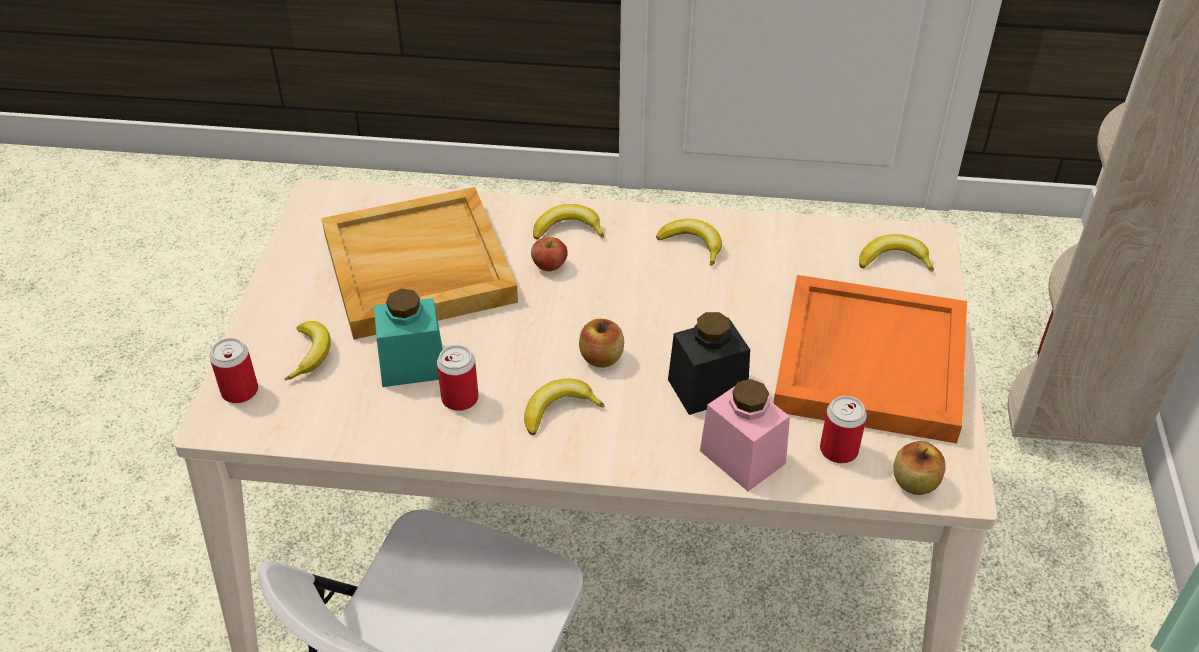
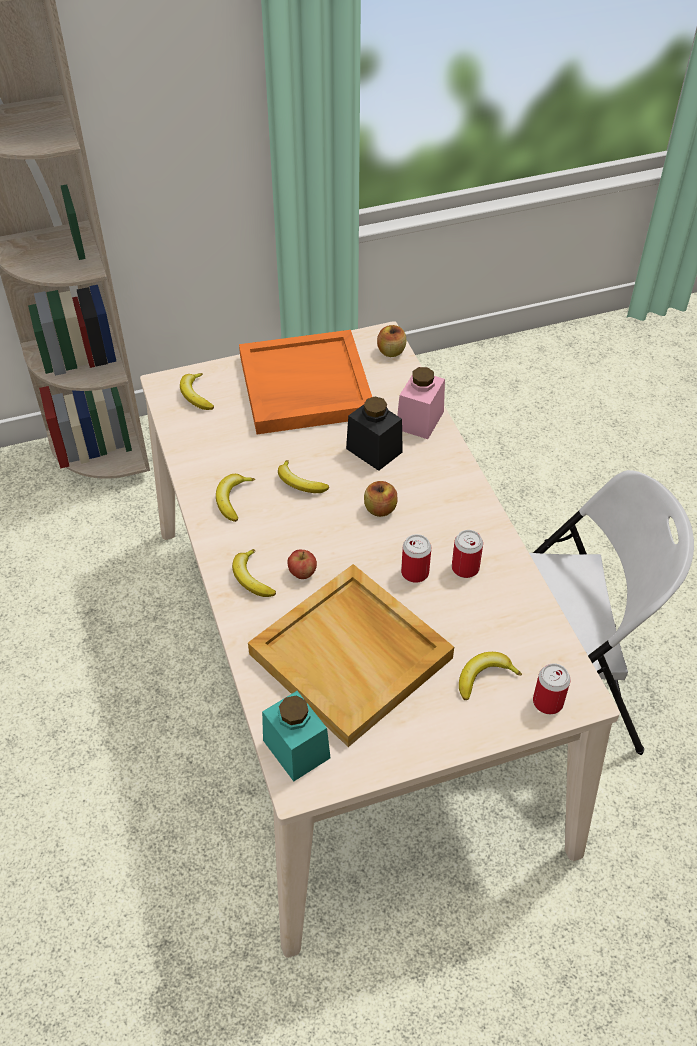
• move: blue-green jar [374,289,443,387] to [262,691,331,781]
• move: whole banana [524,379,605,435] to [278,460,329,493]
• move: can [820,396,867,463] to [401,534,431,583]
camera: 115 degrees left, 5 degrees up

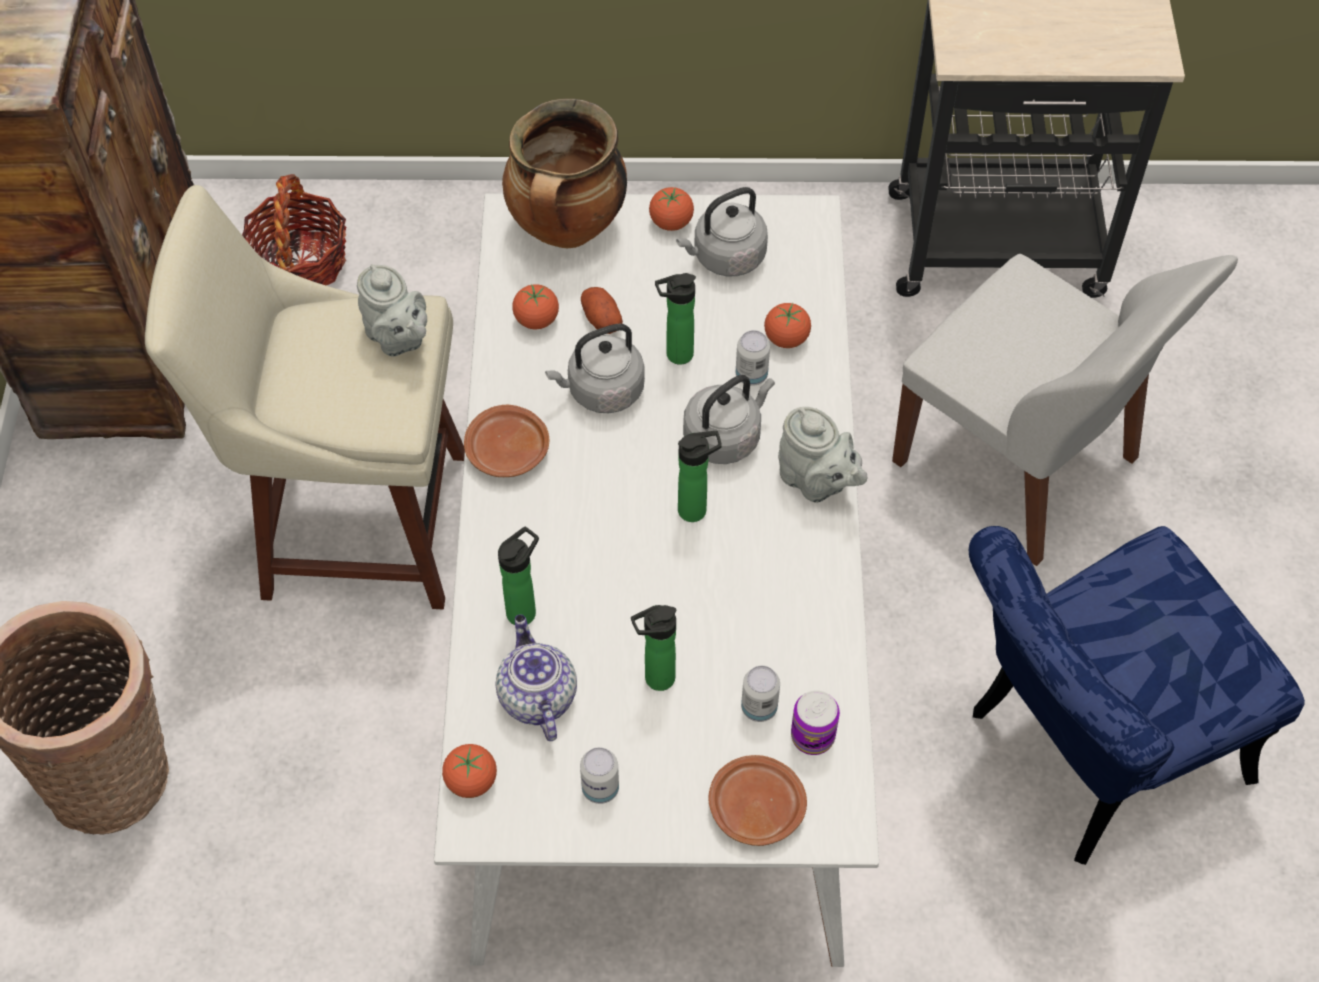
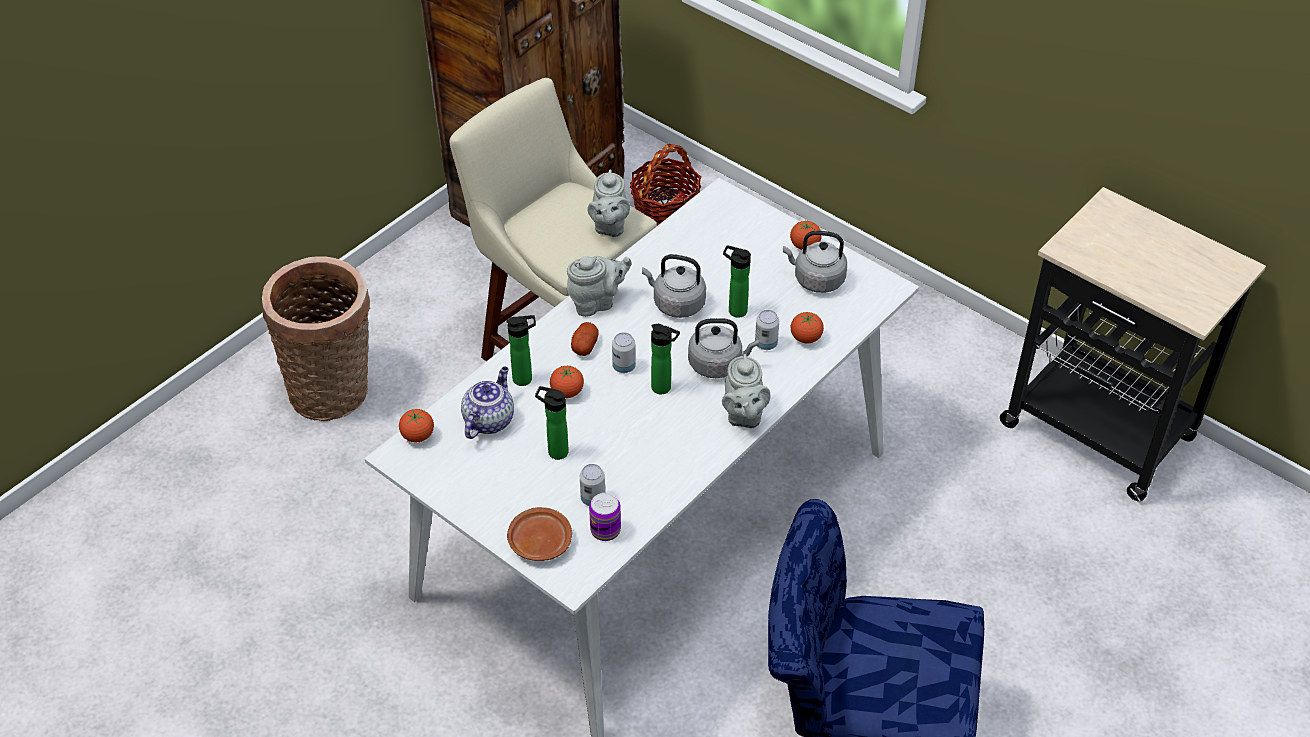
• replace: brown dinner plate [464,405,549,477] to gray teapot [567,256,631,317]
• delete: stockpot [502,99,627,248]
• move: whole tomato [512,284,559,329] to [550,366,584,398]
• move: can [580,747,619,804] to [612,332,636,373]
• move: whole potato [581,287,623,334] to [571,322,599,356]
• delete: whitish upright chair [892,254,1238,566]
camera: 40 degrees right, 10 degrees down

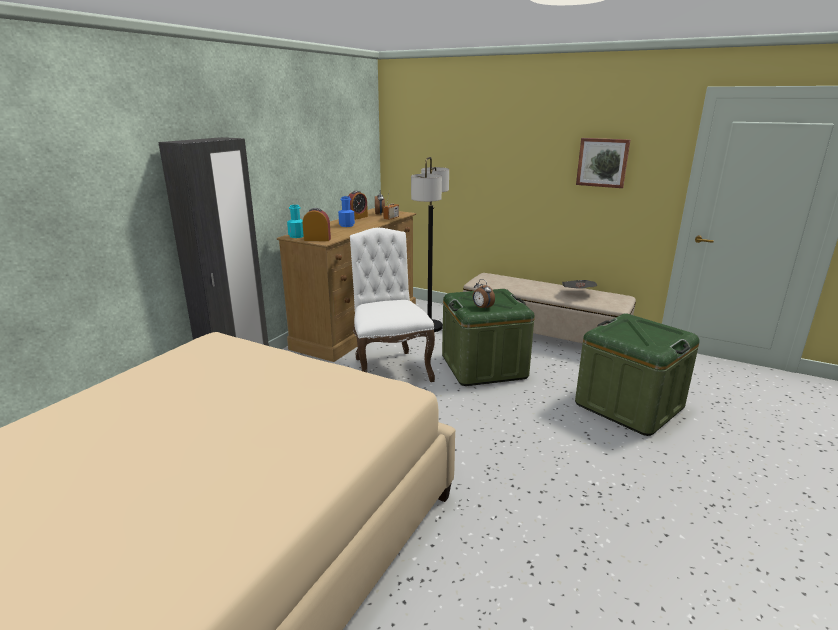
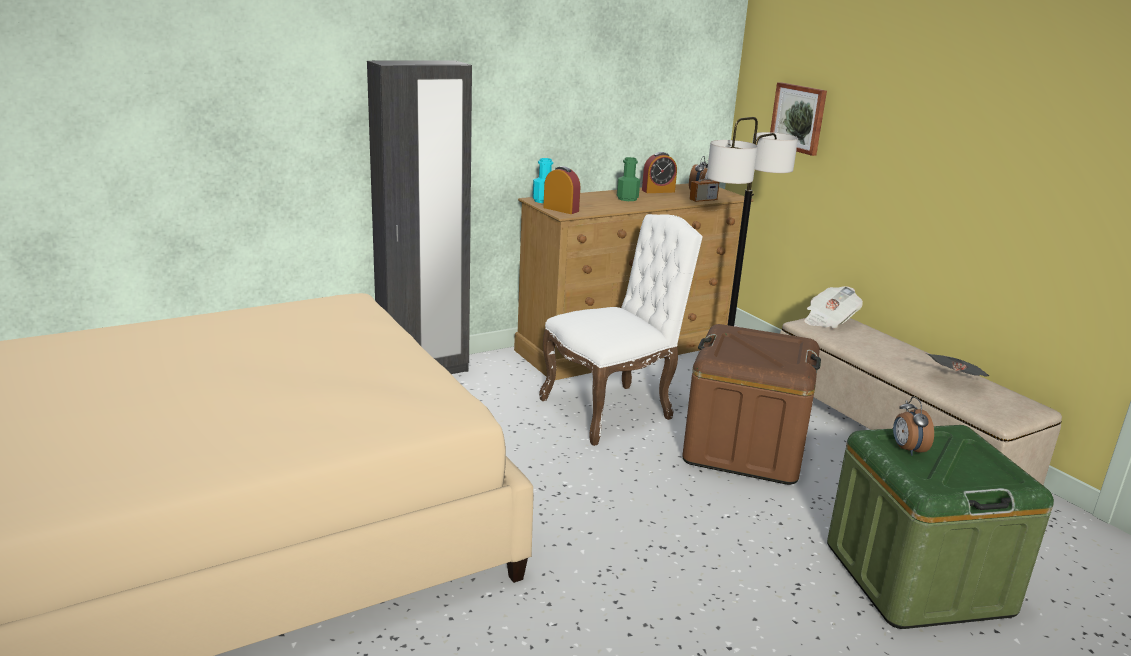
• recolor: blue-coloured beverage bottle [338,196,355,227] to greenish beverage bottle [617,157,640,201]
• rotate: whitish upright chair [350,227,435,382] = [539,214,703,446] 45 degrees clockwise
• recolor: greenish storage box [442,289,535,386] to brown storage box [682,324,821,485]
• move: alarm clock [473,279,495,309] to [893,396,934,456]
• move: wall art [576,138,631,188] to [770,82,827,156]
• insert: printed paper [804,286,863,328]
camera: 30 degrees right, 0 degrees up

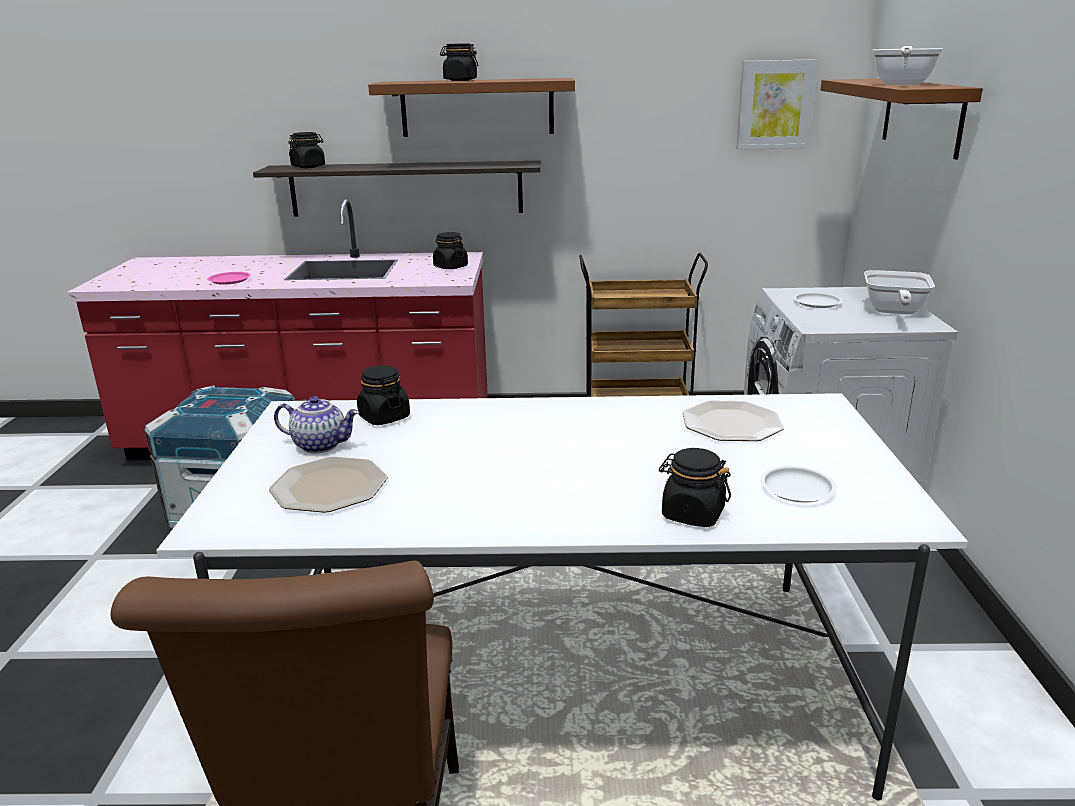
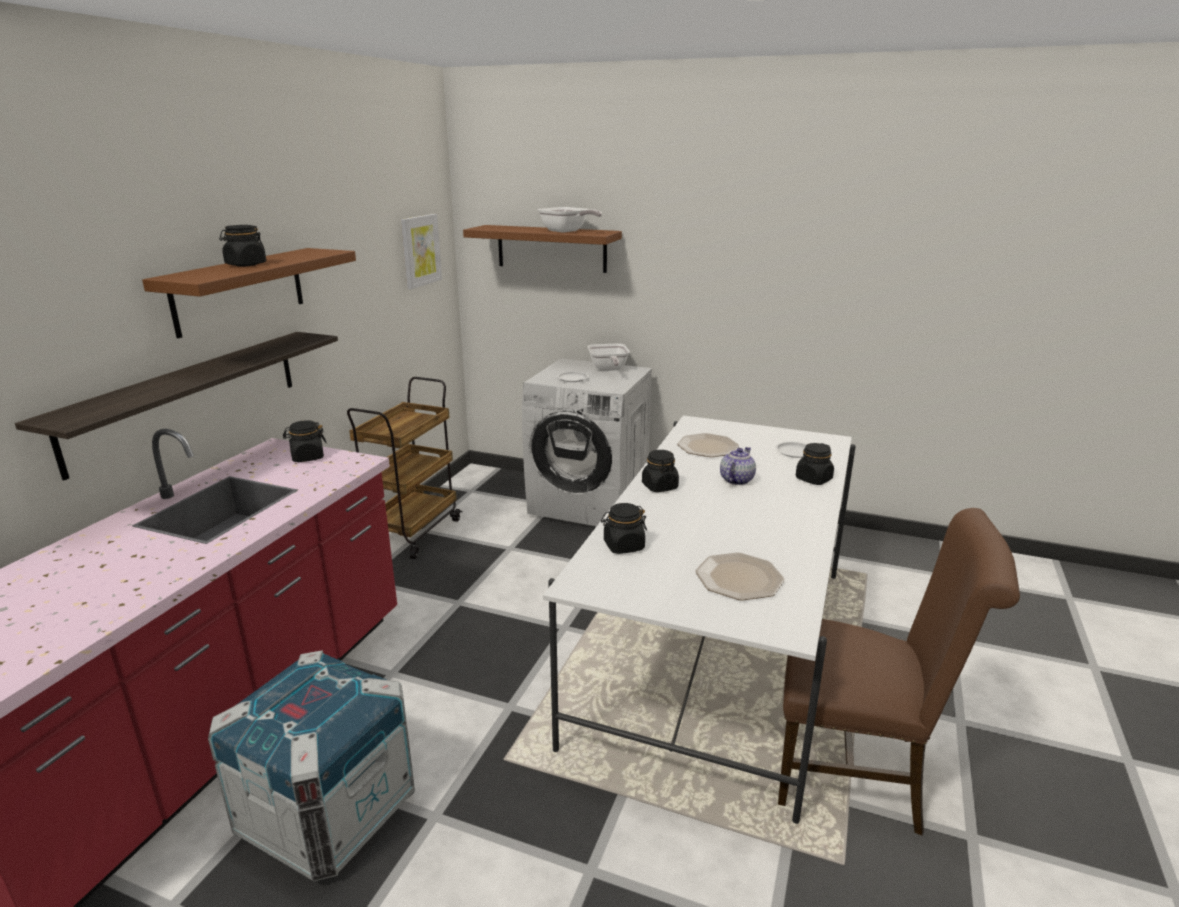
• delete: pink-coloured dinner plate [207,272,251,285]
• move: teapot [274,396,359,453] to [720,447,756,485]
• move: black-coloured jar [288,132,325,168] to [642,450,679,492]
• rotate: pan [864,270,935,314] = [587,344,630,371] 45 degrees clockwise
camera: 70 degrees left, 0 degrees up

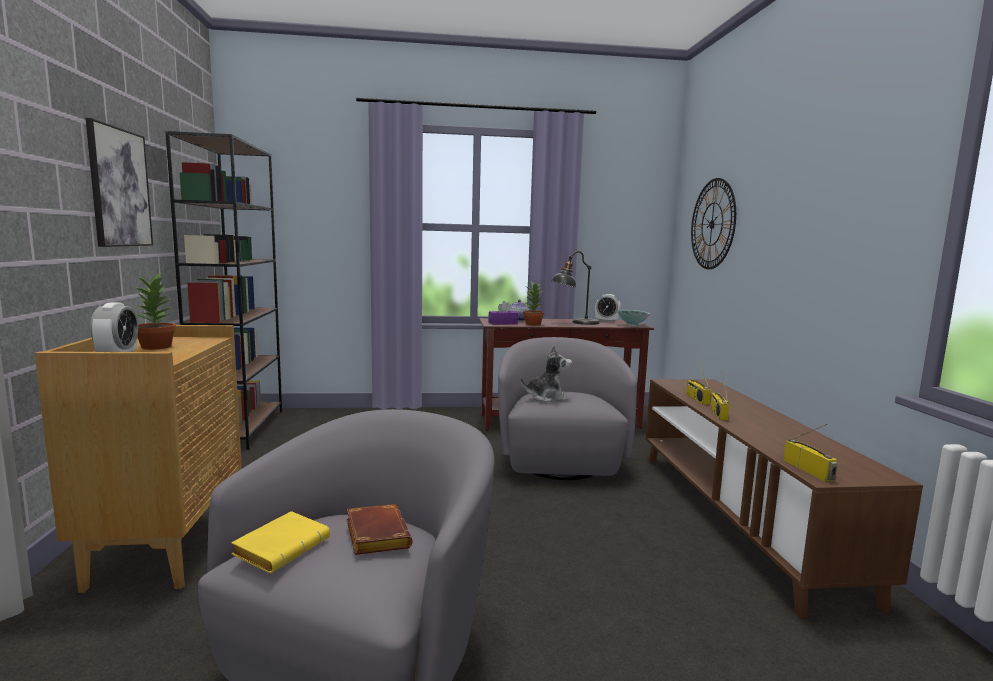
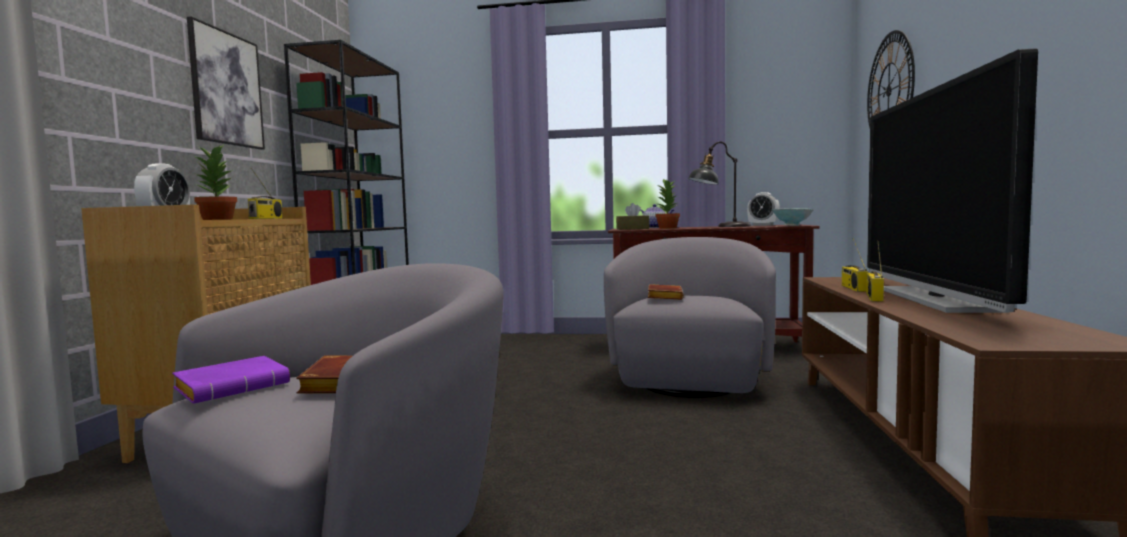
• recolor: yellowish volume [231,511,330,573] to purple-coloured volume [172,356,290,404]
• recolor: purple-coloured box of tissues [488,301,518,325] to brown box of tissues [616,203,649,230]
• replace: cuddly toy [520,346,572,402] to brown volume [648,284,684,300]
• move: radio receiver [783,424,838,482] to [248,168,283,219]
• insert: television [867,48,1038,313]
camera: 15 degrees right, 5 degrees down

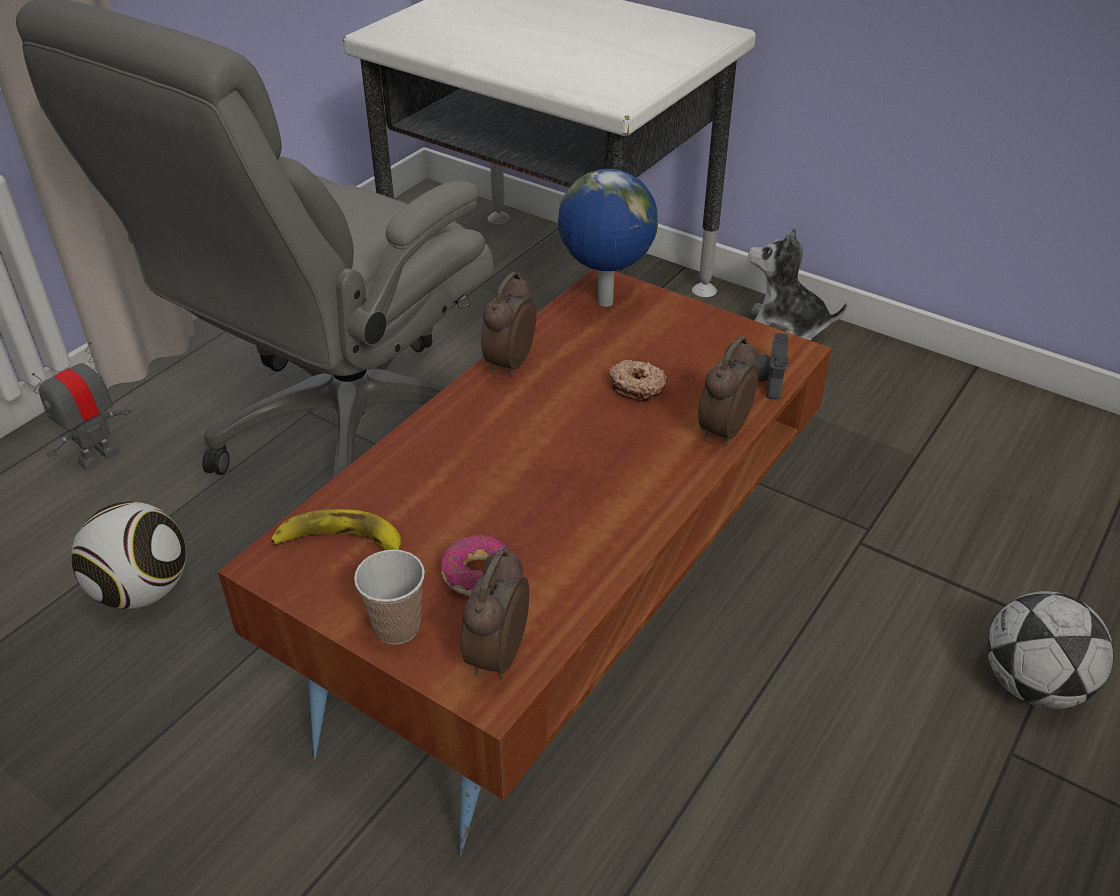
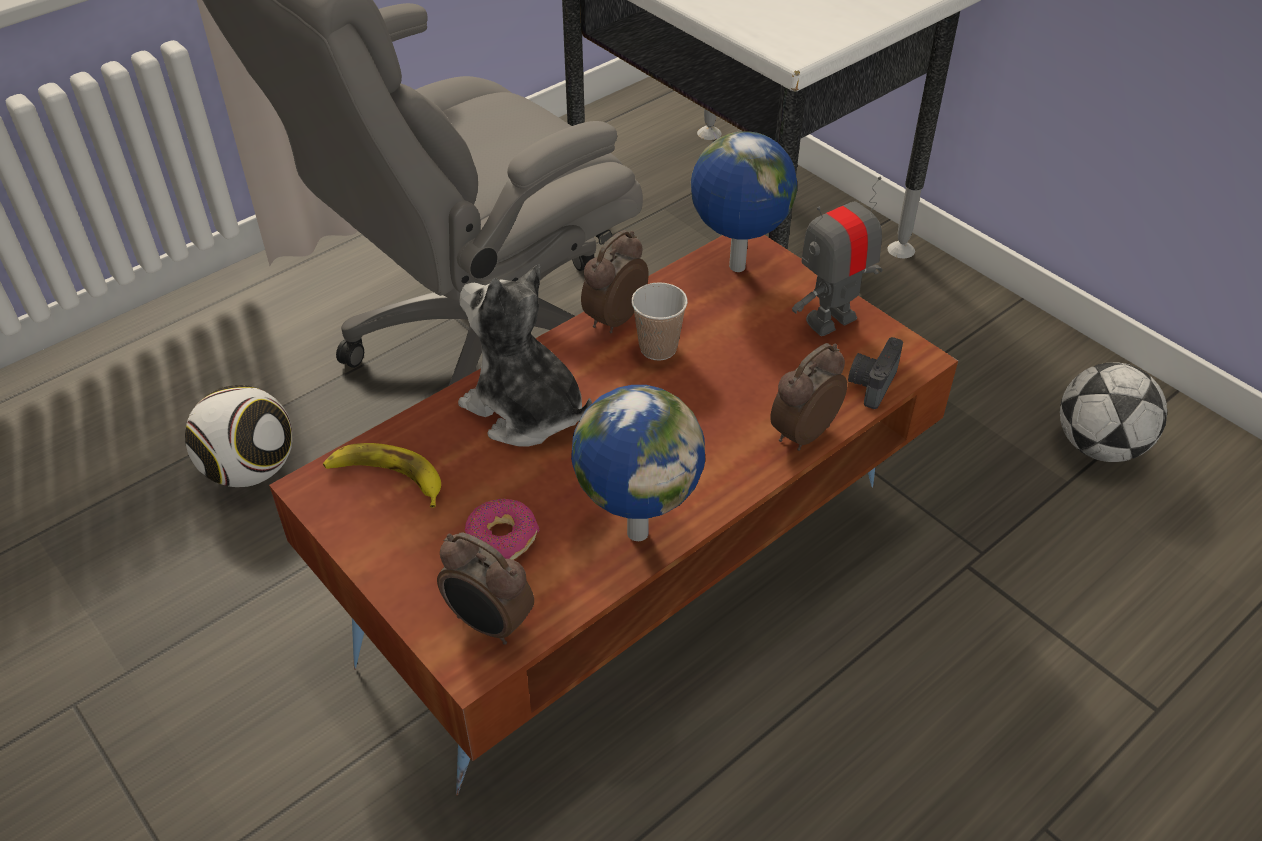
• move: toy robot [32,342,131,472] to [792,176,883,336]
• move: small cup [354,549,425,645] to [631,282,688,360]
• rotate: alarm clock [460,546,529,679] = [437,532,534,645] 90 degrees counterclockwise
• delete: ring doughnut [609,360,668,401]
• move: cuddly toy [748,228,847,341] to [458,264,592,447]
• move: football [987,591,1114,709] to [1060,362,1167,462]
• insert: desk globe [571,385,705,541]
camera: 15 degrees right, 5 degrees up

